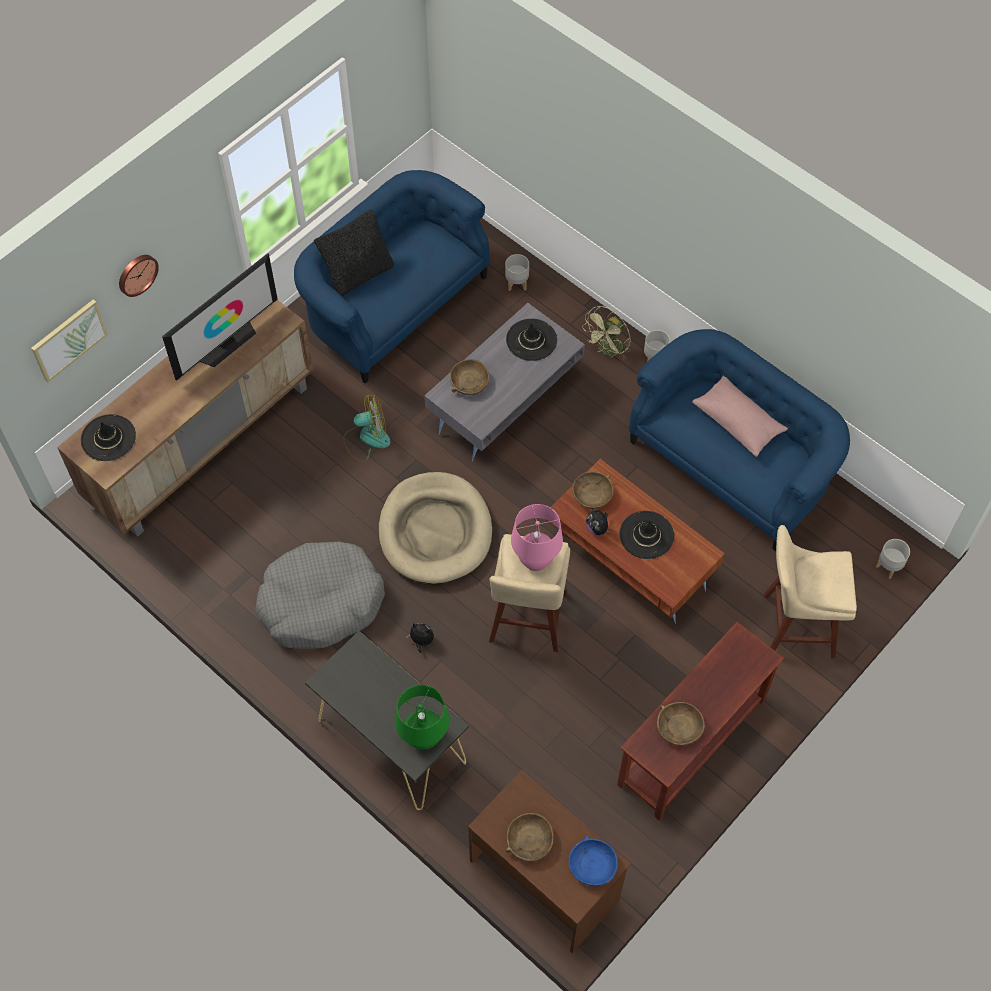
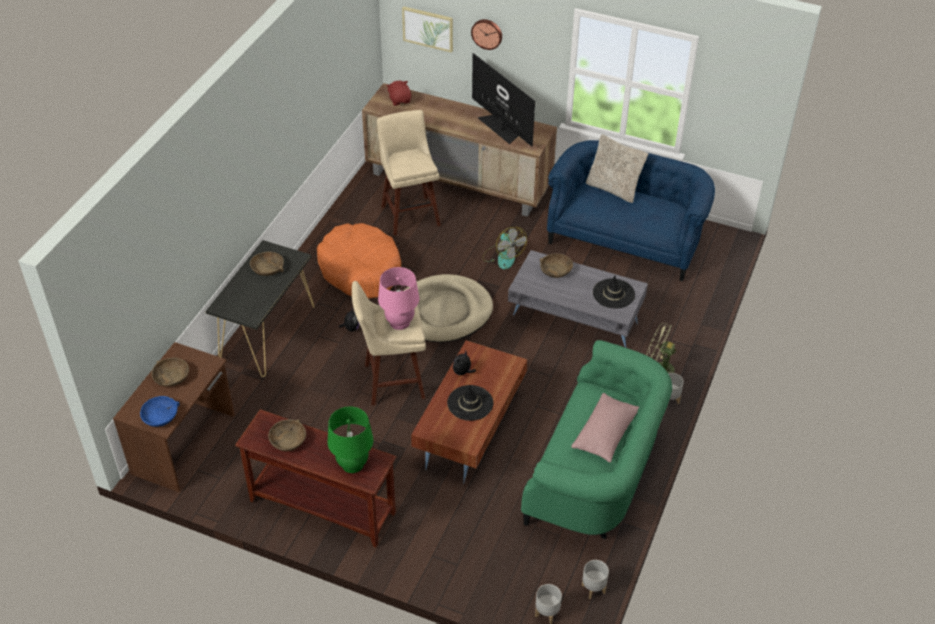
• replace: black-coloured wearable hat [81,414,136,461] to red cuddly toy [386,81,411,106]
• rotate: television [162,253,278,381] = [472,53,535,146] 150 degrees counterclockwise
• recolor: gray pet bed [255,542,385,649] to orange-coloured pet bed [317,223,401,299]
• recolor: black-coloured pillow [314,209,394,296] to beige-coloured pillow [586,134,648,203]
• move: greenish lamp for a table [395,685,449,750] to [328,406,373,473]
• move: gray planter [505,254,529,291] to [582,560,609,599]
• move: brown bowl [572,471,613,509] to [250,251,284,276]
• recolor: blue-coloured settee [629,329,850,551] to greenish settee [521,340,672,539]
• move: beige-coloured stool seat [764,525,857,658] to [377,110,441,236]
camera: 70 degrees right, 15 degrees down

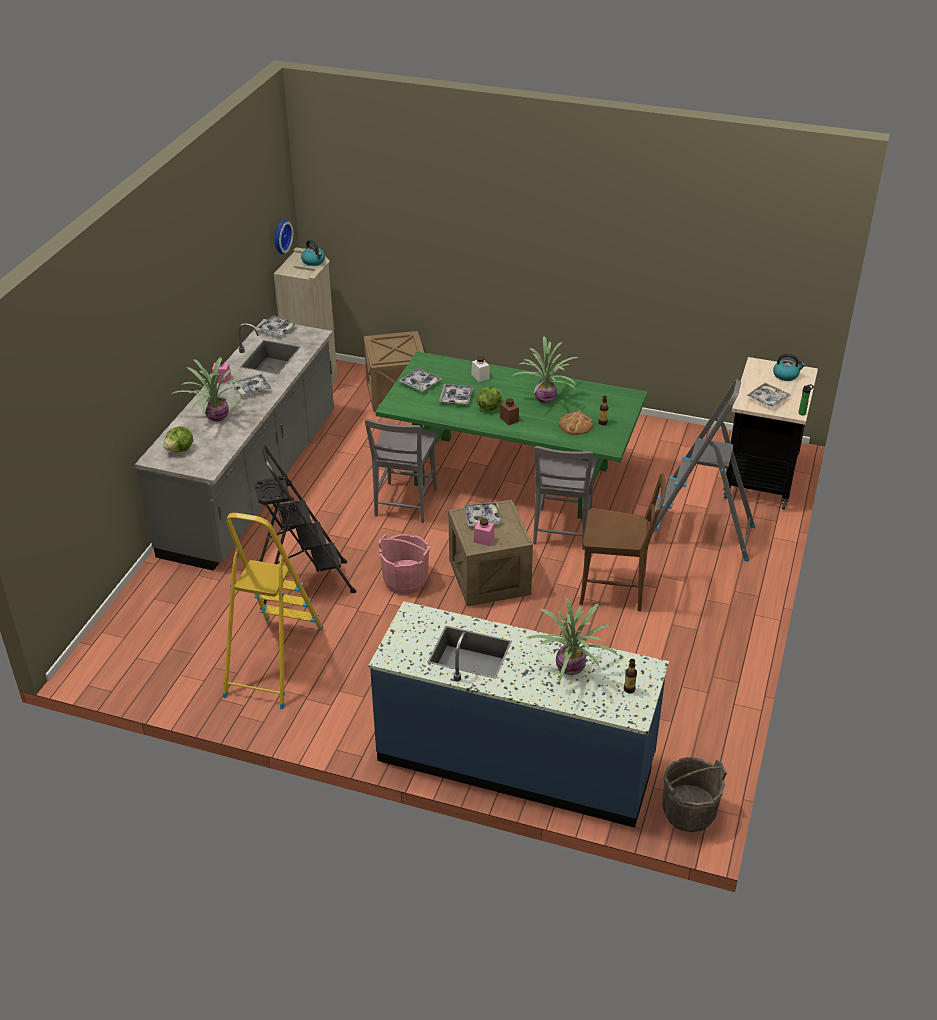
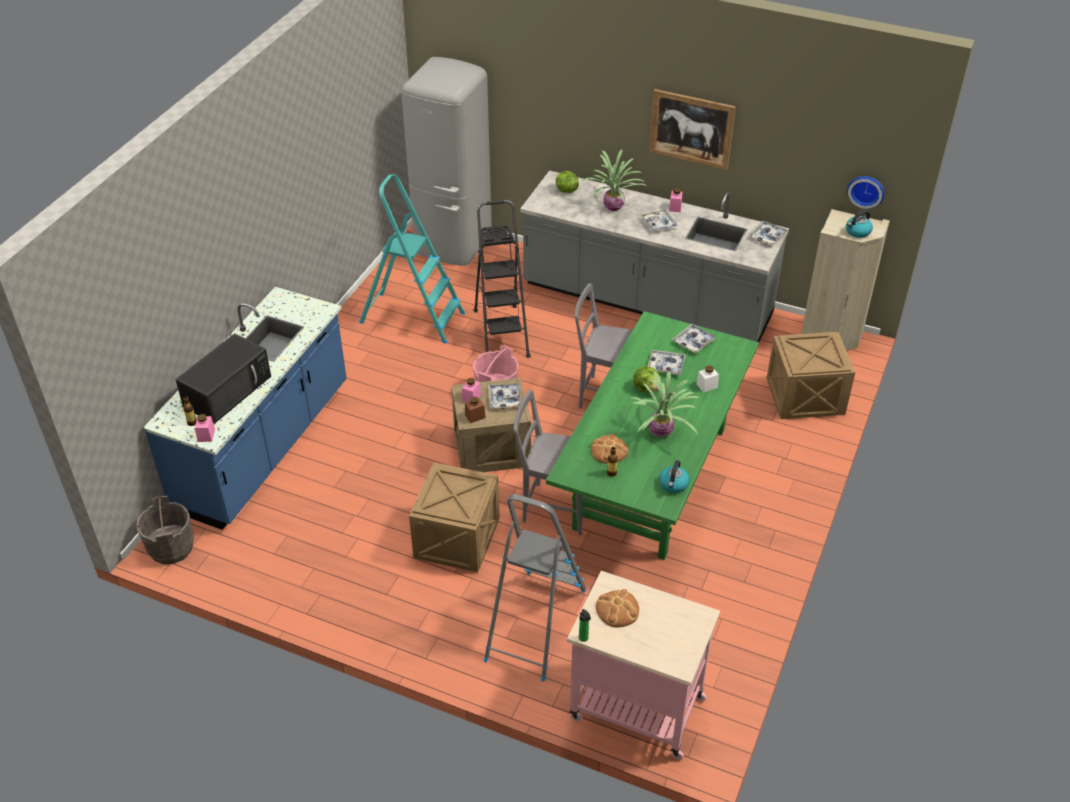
• recolor: yellowish step stool [223,513,323,709] to blue-green step stool [359,174,465,343]
• move: brown jar [500,398,519,425] to [465,397,486,423]
• replace: plant in a pot [527,598,618,681] to black-coloured microwave [175,333,271,424]
• replace: brown upright chair [579,473,666,611] to crate [409,462,500,572]
• recolor: black-coloured trolley [723,357,818,510] to pink-coloured trolley [567,571,720,760]
• replace: serving tray [747,382,791,408] to bakery bread [596,589,639,628]
• move: water kettle [773,354,805,381] to [659,460,690,493]
• insert: pink-coloured jar [195,414,215,442]
• insert: gray fridge [401,57,492,266]
• insert: wall art [649,89,736,170]
camera: 95 degrees right, 5 degrees up

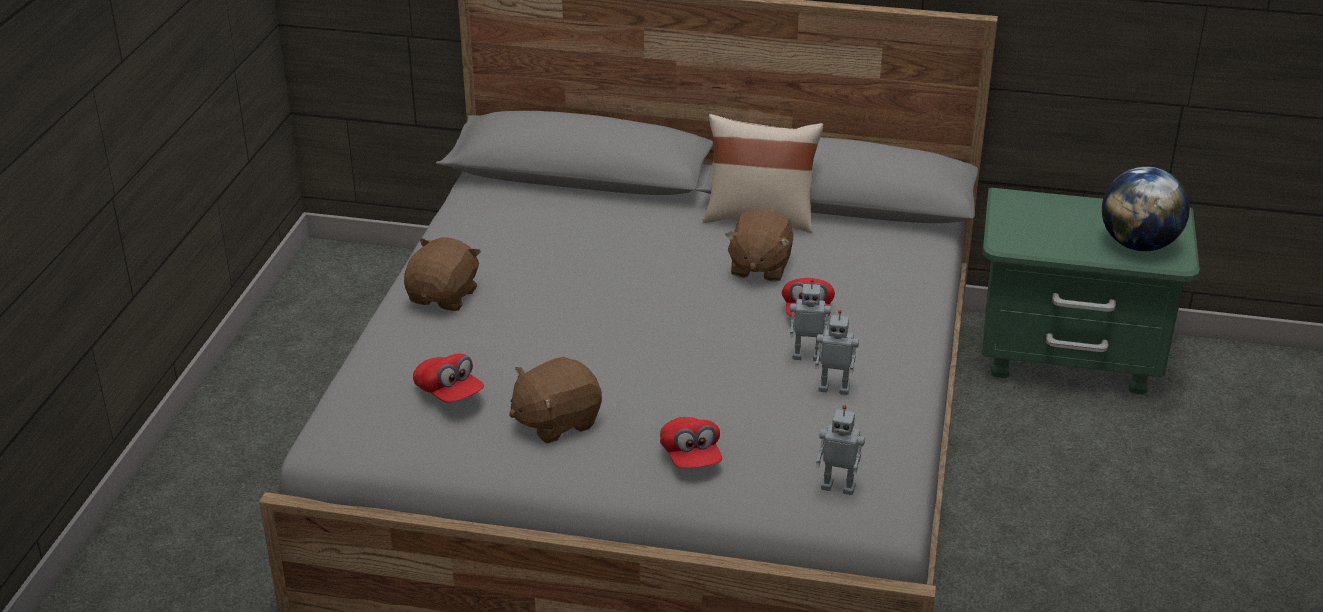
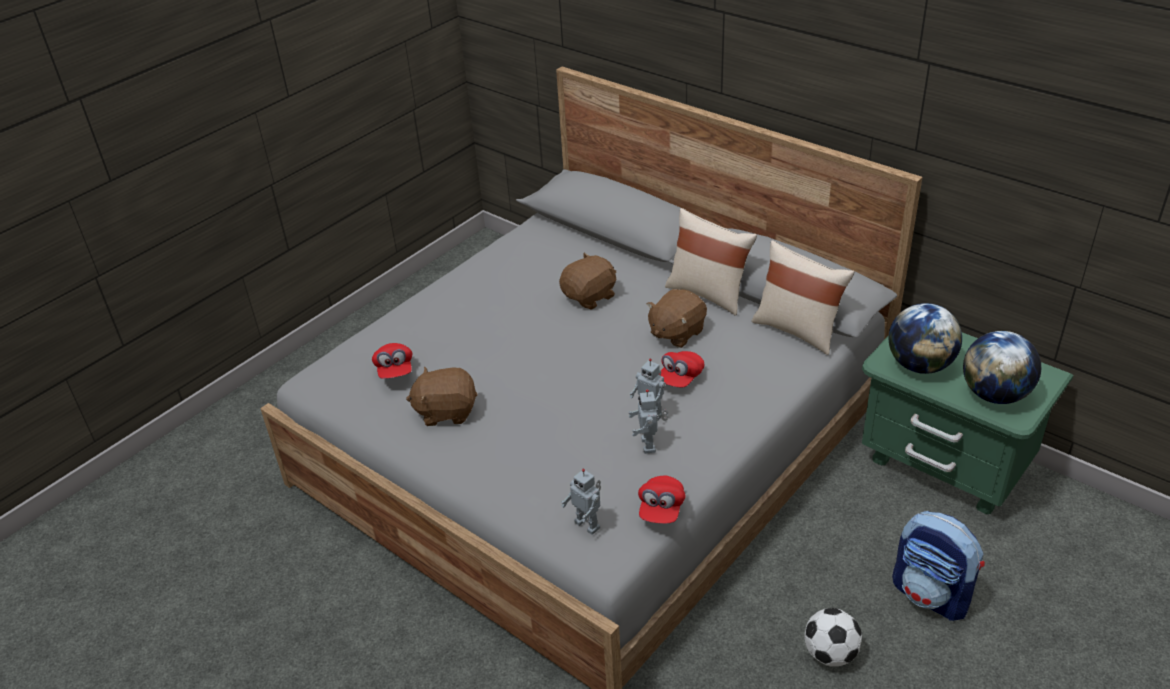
• move: brown cuddly toy [404,237,481,311] to [559,253,616,310]
• move: red cap [660,417,722,468] to [638,475,686,524]
• rotate: toy robot [815,310,859,395] = [629,389,668,454] 45 degrees clockwise
• insert: beige-coloured pillow [751,240,854,355]
• insert: football [804,608,862,667]
• insert: desk globe [889,303,962,374]
• insert: knapsack [892,511,985,621]
camera: 30 degrees right, 5 degrees up

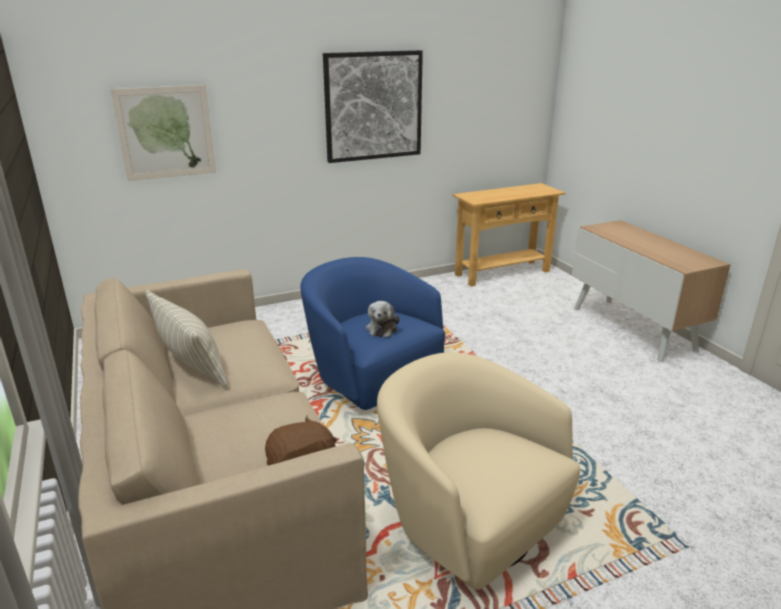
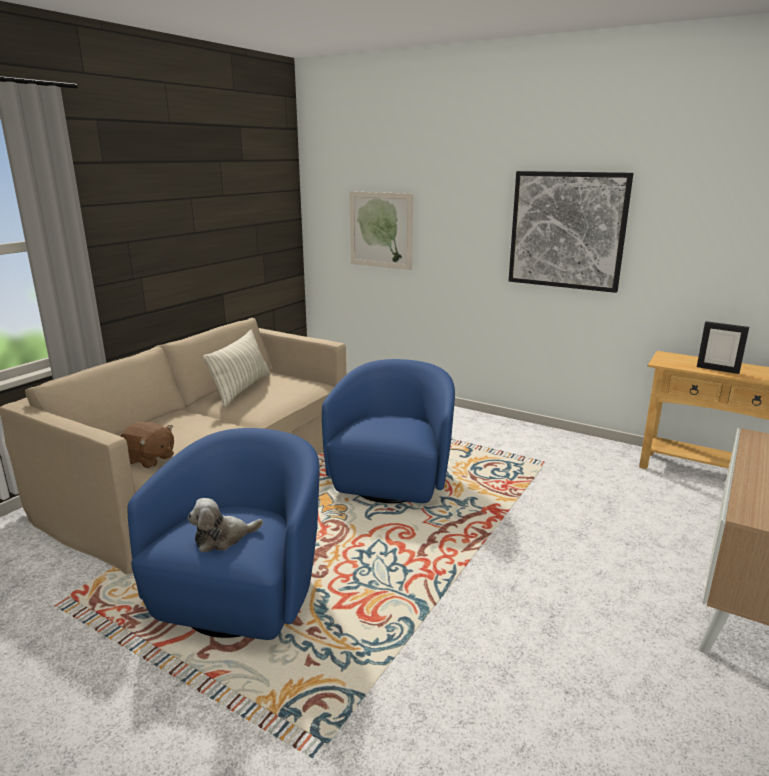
• move: cuddly toy [366,301,399,337] to [188,498,263,552]
• recolor: beige-coloured armchair [377,352,580,590] to blue-coloured armchair [127,428,320,640]
• insert: picture frame [697,321,749,374]
camera: 55 degrees right, 5 degrees down

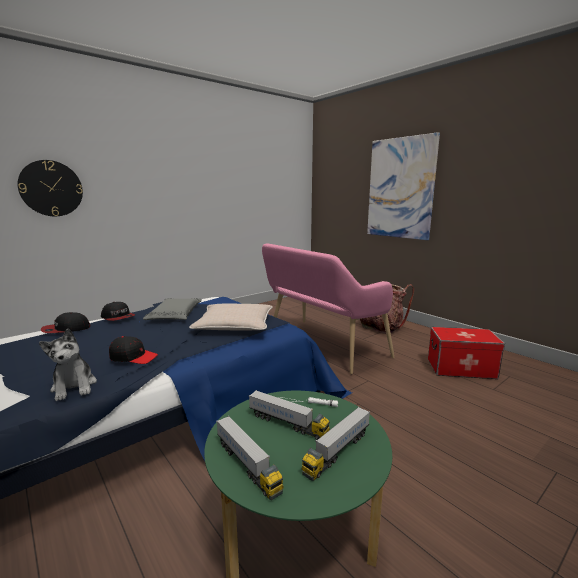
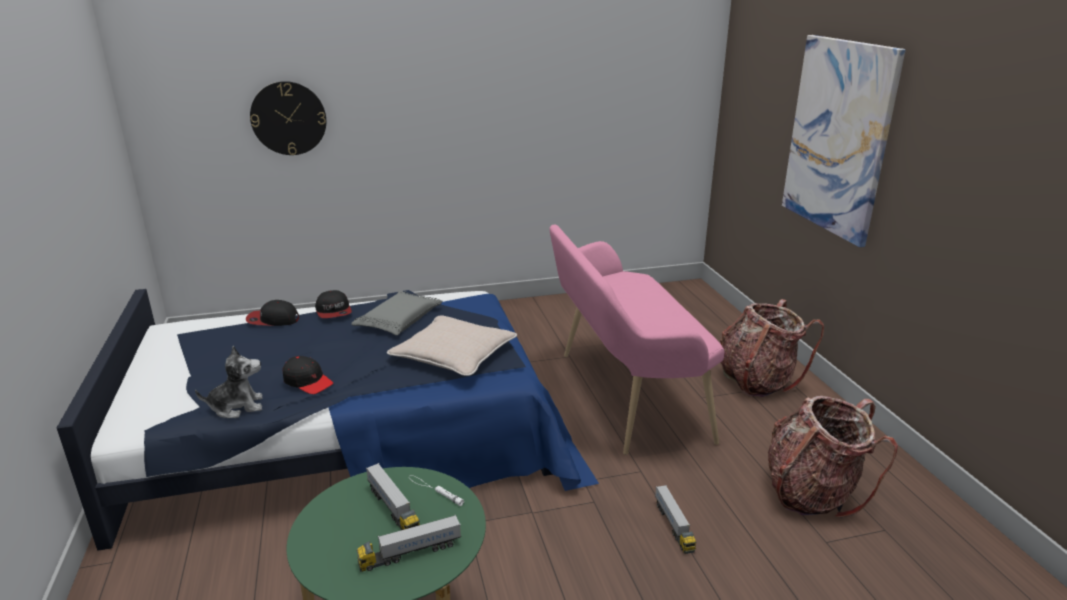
• rotate: cuddly toy [39,329,97,401] = [195,346,263,418] 105 degrees counterclockwise
• move: model truck [216,416,284,500] to [655,485,696,554]
• replace: storage box [428,327,505,379] to knapsack [768,396,898,518]
camera: 25 degrees right, 10 degrees up

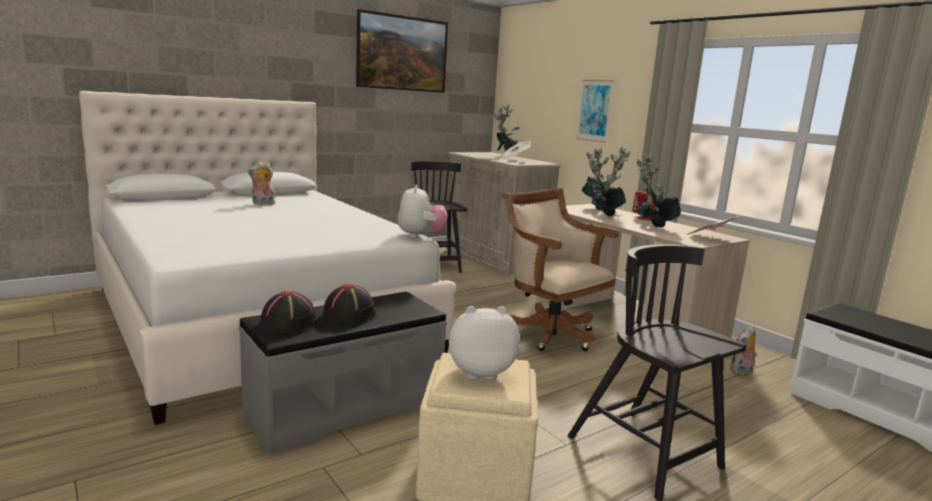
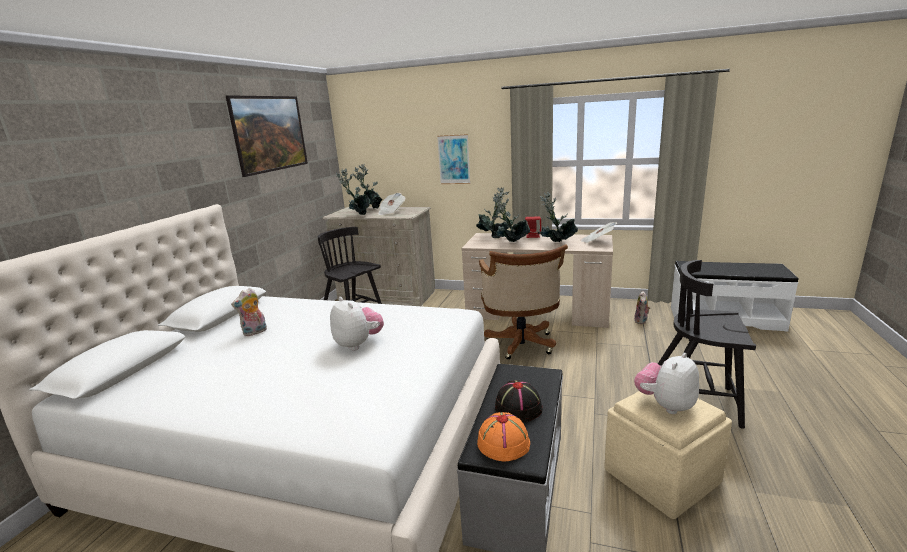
• recolor: black-coloured wearable hat [260,291,318,333] to orange-coloured wearable hat [477,412,530,461]
• move: cuddly toy [398,185,447,238] to [330,297,384,351]
• rotate: desk chair [502,187,619,351] = [479,244,568,359] 105 degrees counterclockwise
• insert: plant in a pot [336,168,372,215]
camera: 35 degrees left, 5 degrees up

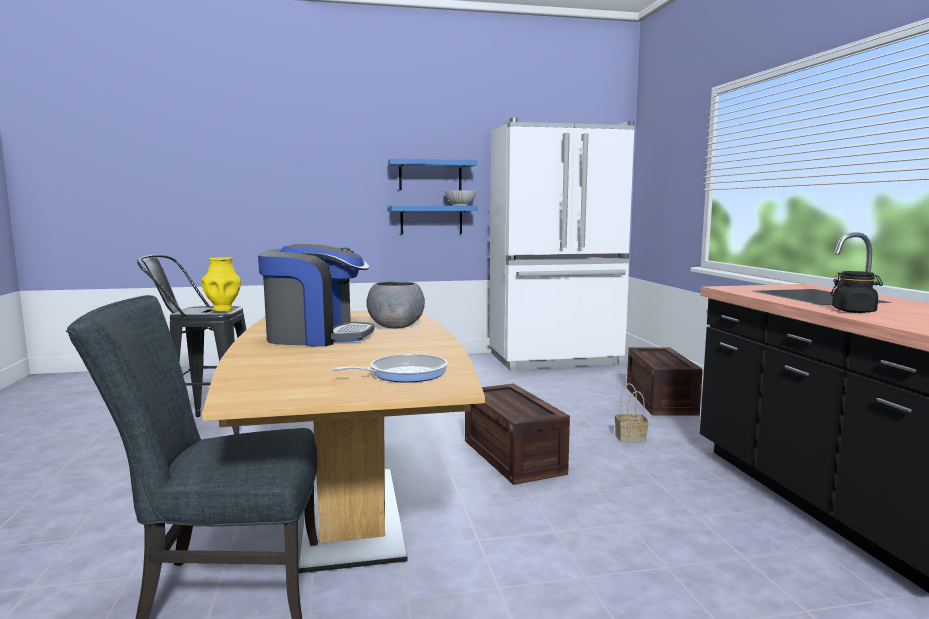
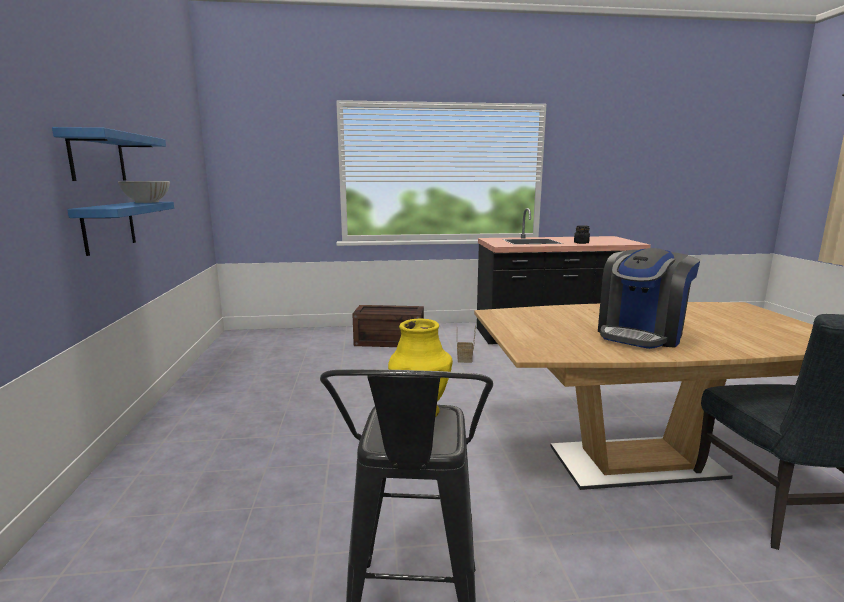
• rotate: coffee brewer [258,244,374,347] = [598,248,700,349] 150 degrees counterclockwise
• delete: pan [332,354,448,383]
• delete: gray bowl [367,281,425,329]
• delete: crate [465,383,570,485]
• delete: whitish fridge [489,118,635,371]
camera: 85 degrees left, 5 degrees up

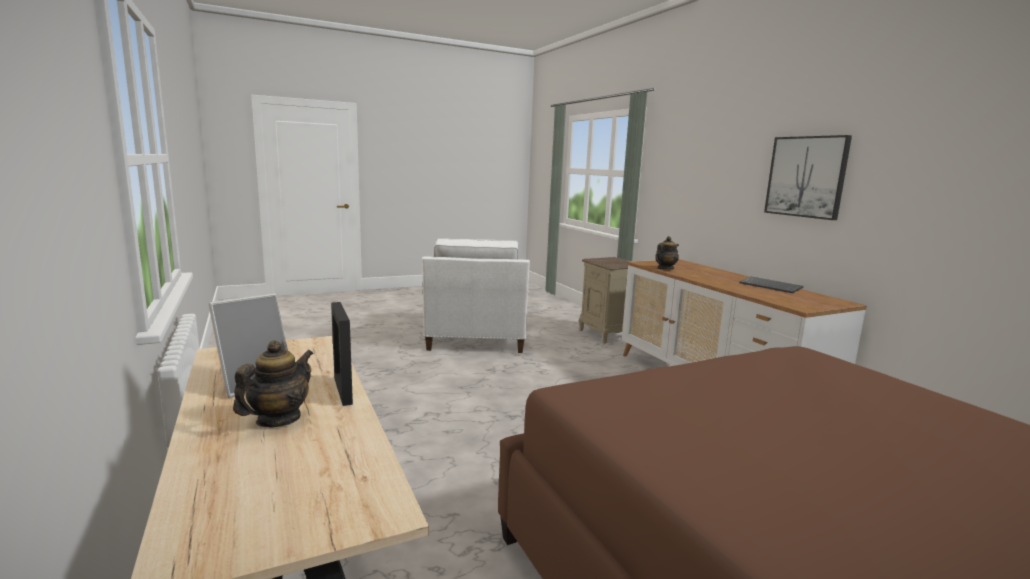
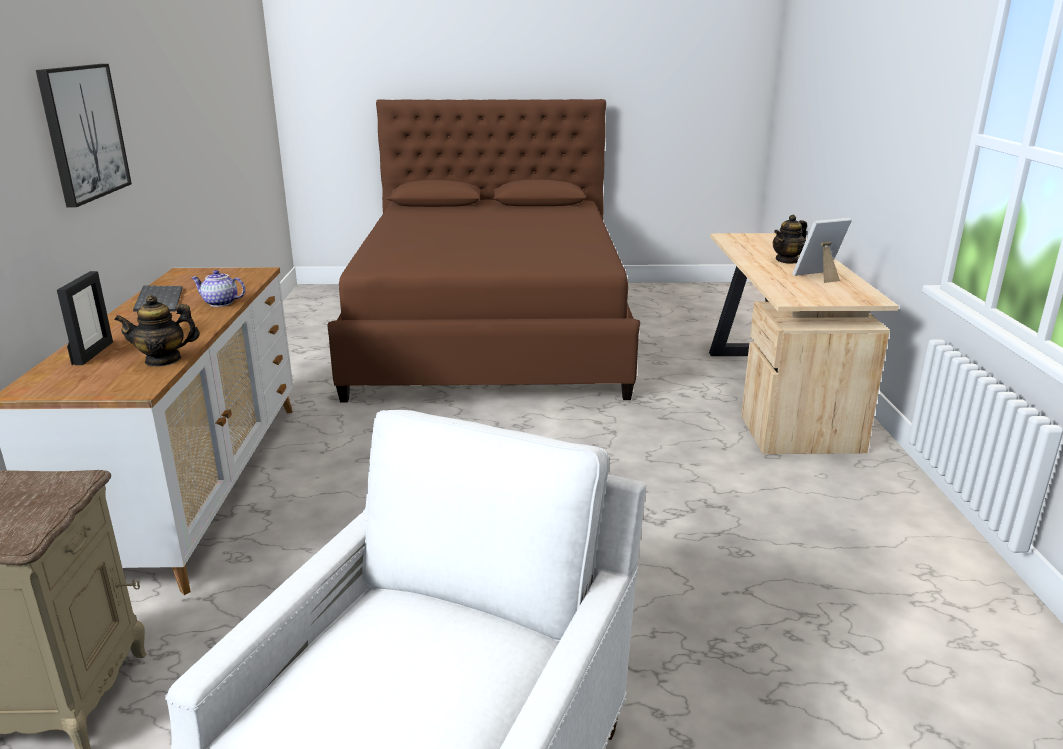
• move: picture frame [331,302,353,406] to [57,271,113,365]
• insert: teapot [191,270,246,307]
camera: 155 degrees left, 10 degrees up

